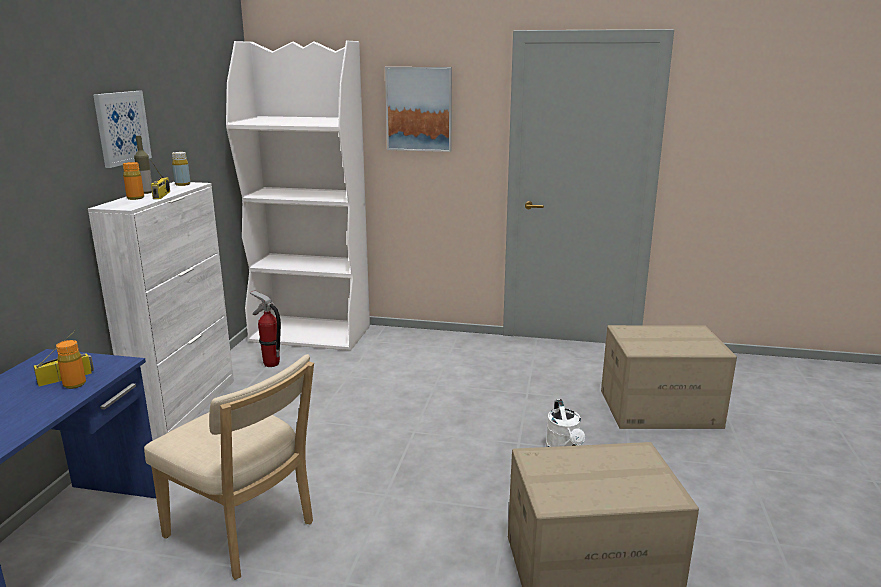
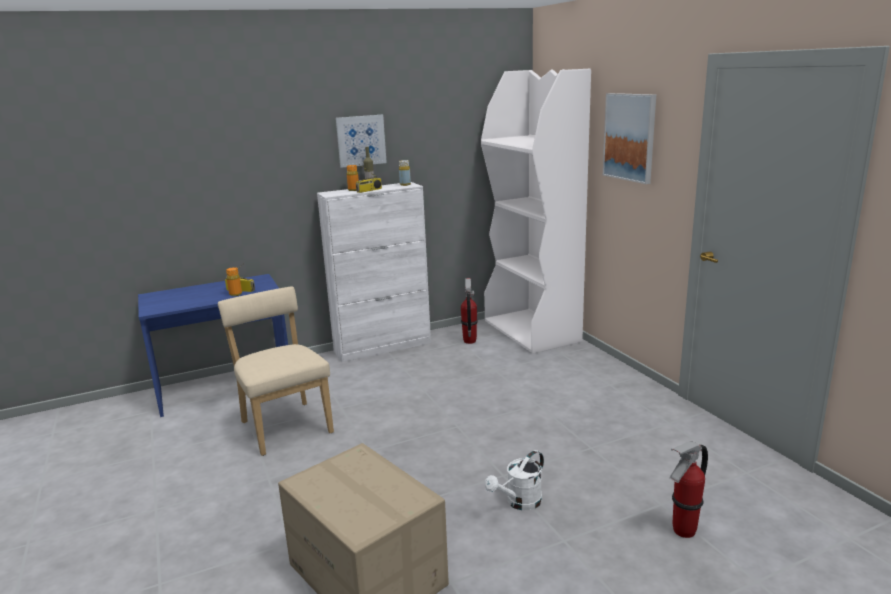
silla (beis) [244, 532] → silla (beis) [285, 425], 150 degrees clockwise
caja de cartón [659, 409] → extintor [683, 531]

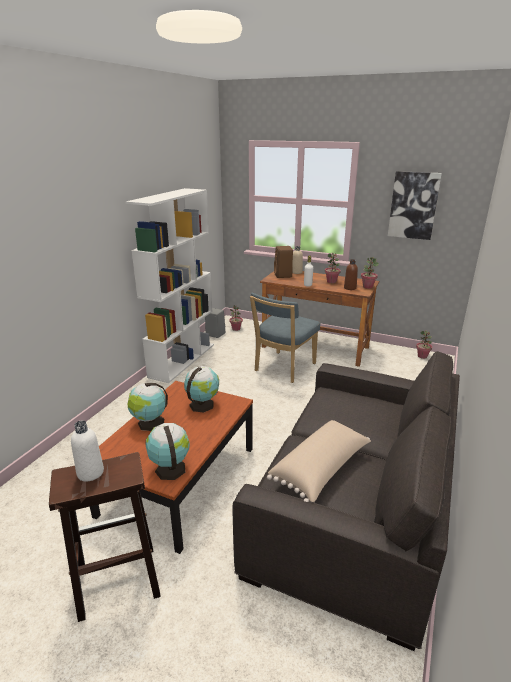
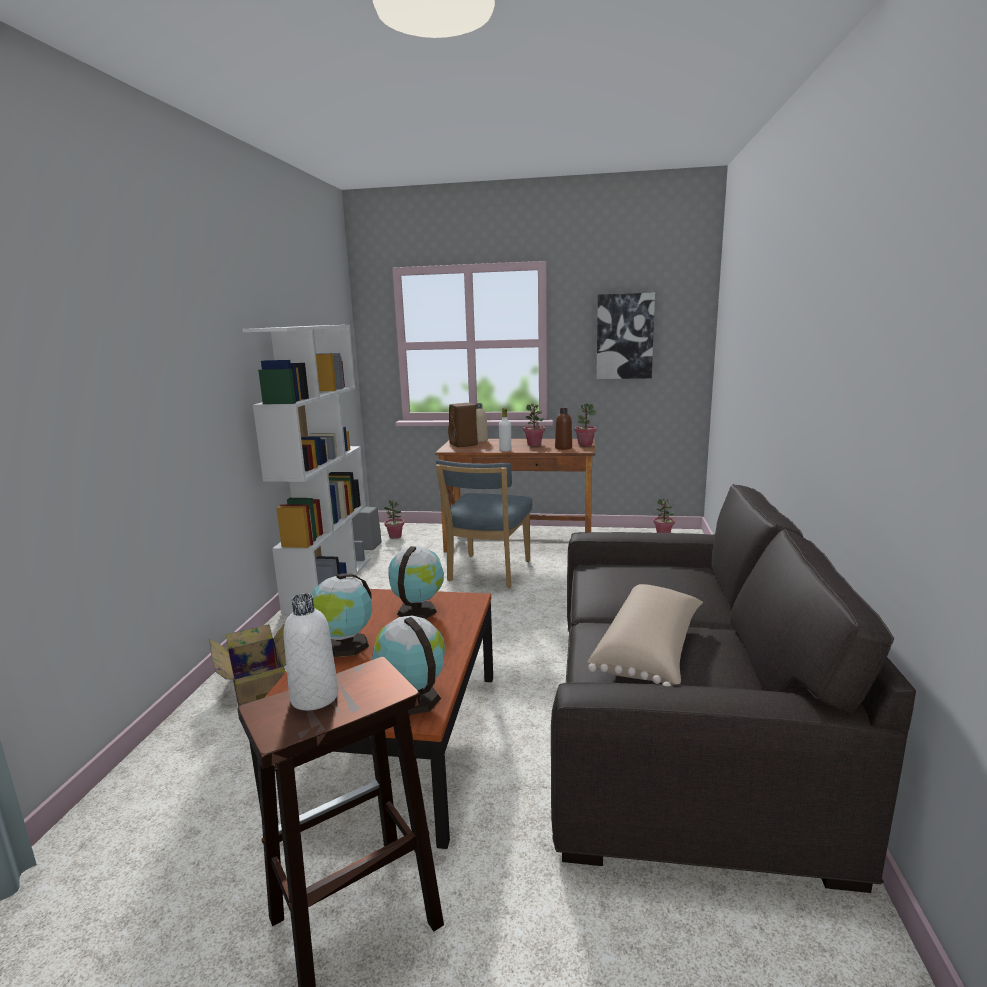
- → caja de cartón [259, 681]

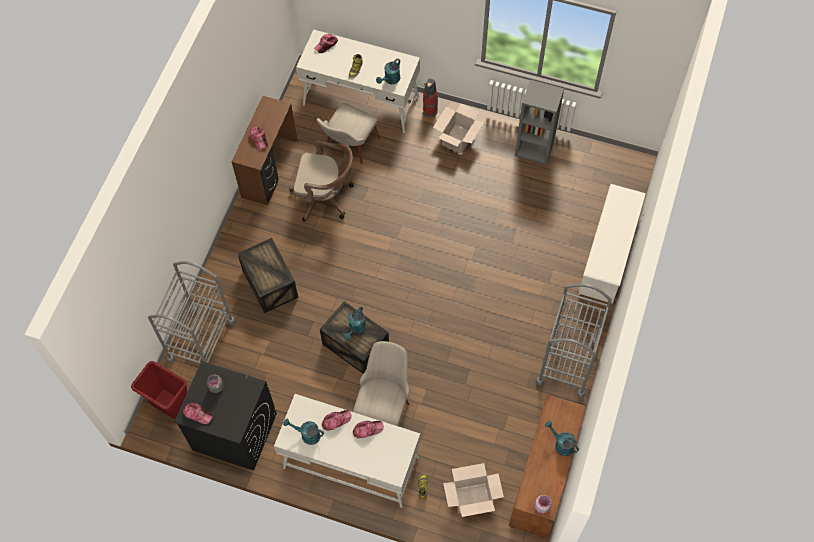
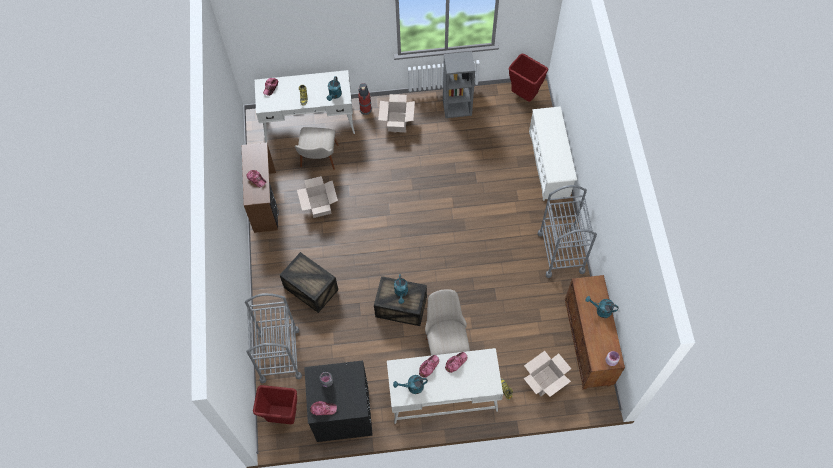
silla de oficina (marrón) [325, 197] → caja de cartón [320, 205]
- → papelera (rojo) [524, 96]

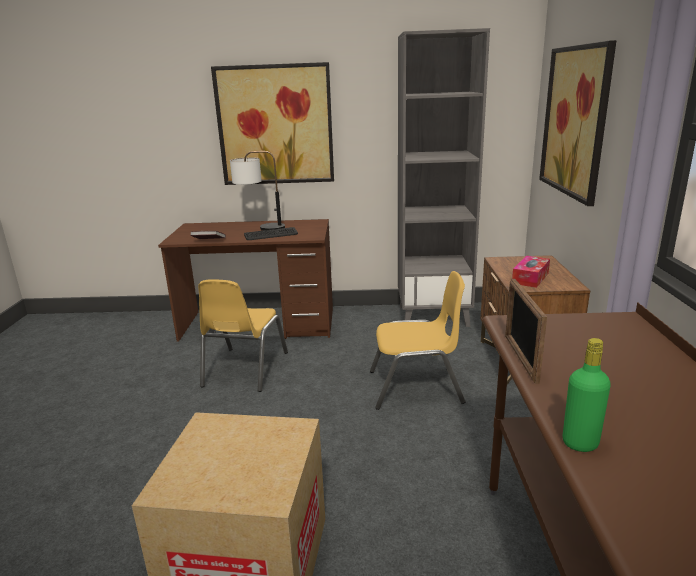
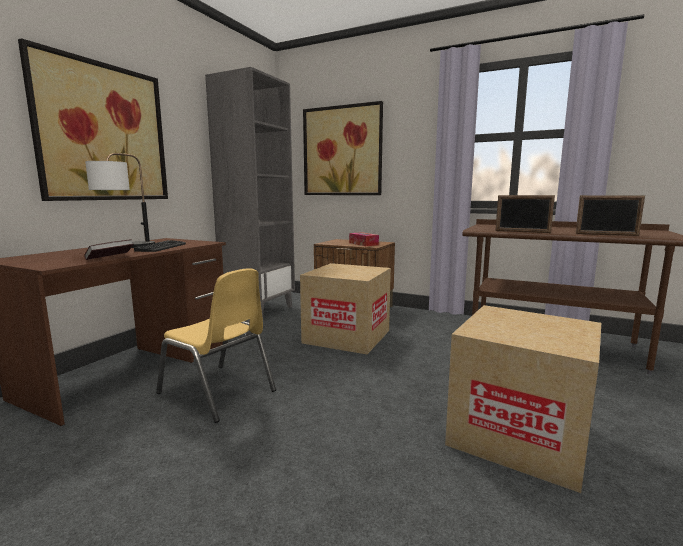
silla (amarillo) [416, 387] → caja de cartón [347, 336]
botella (verde) [580, 443] → portarretratos [606, 235]

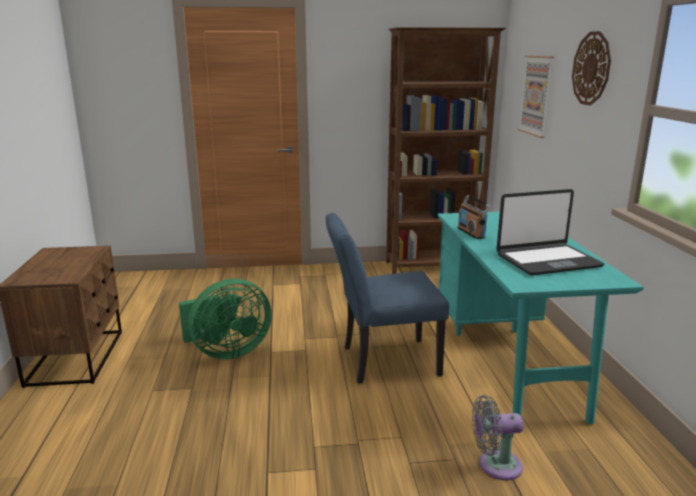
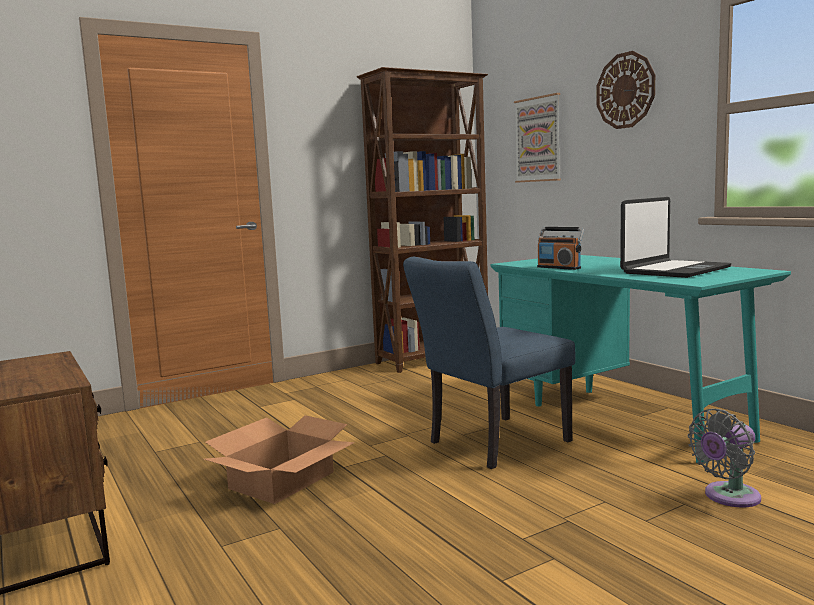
ventilador (verde) [227, 352] → caja de cartón [282, 480]

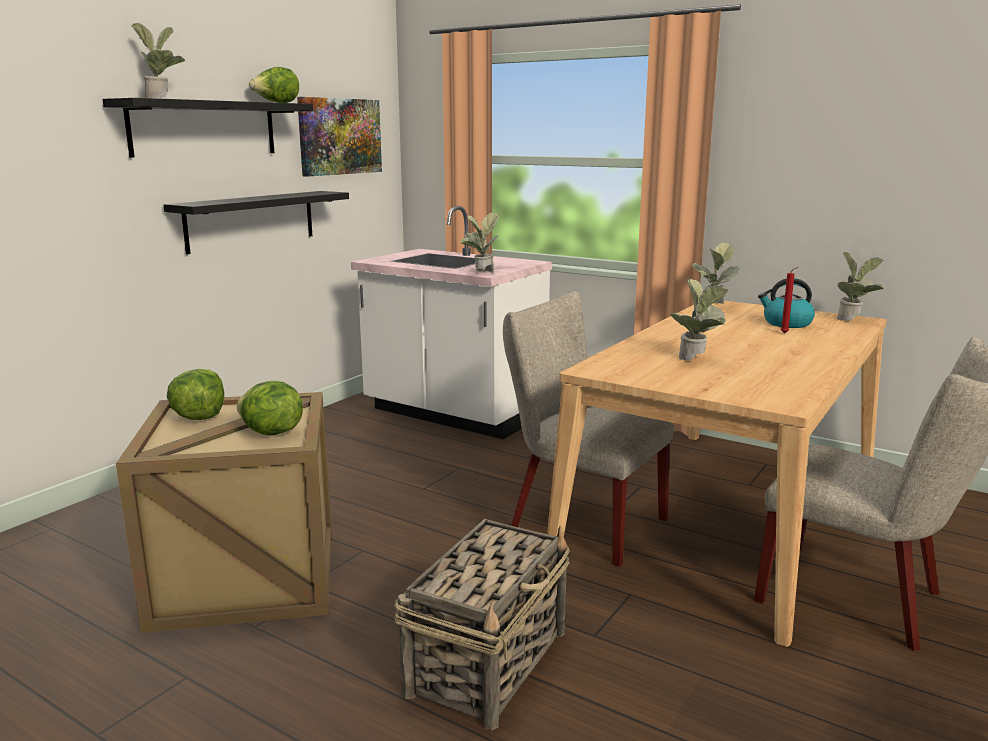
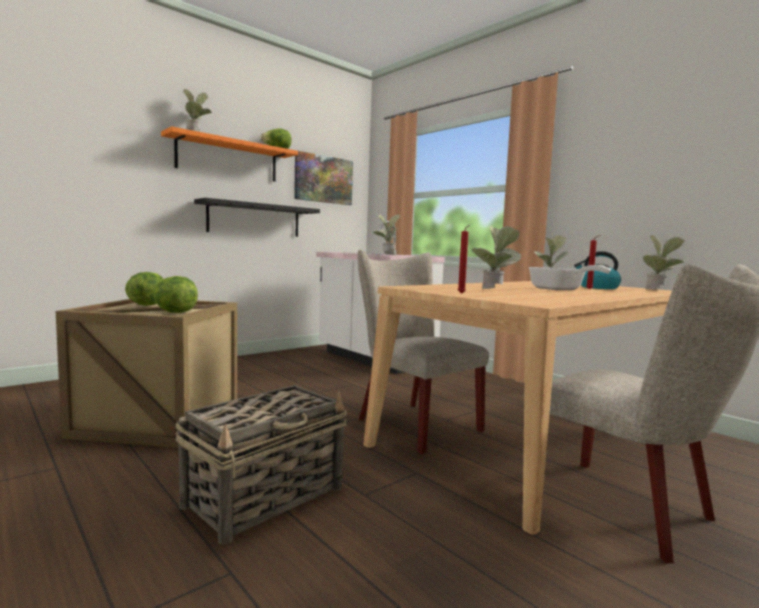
estante (negro) [204, 128] → estante (naranja) [228, 159]
- → vela (rojo) [462, 293]
- → sartén [560, 289]

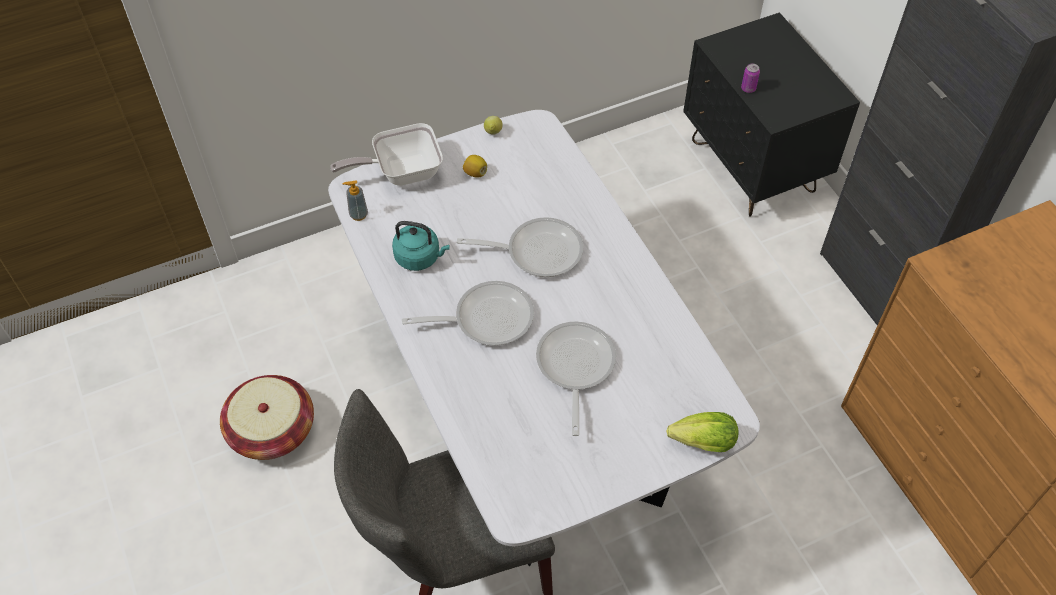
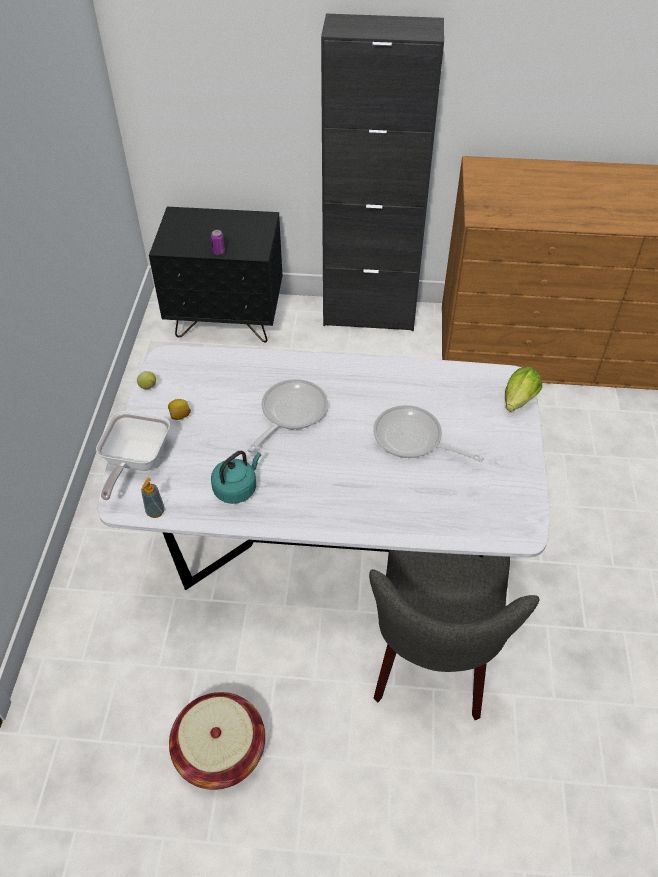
sartén [486, 318] → -

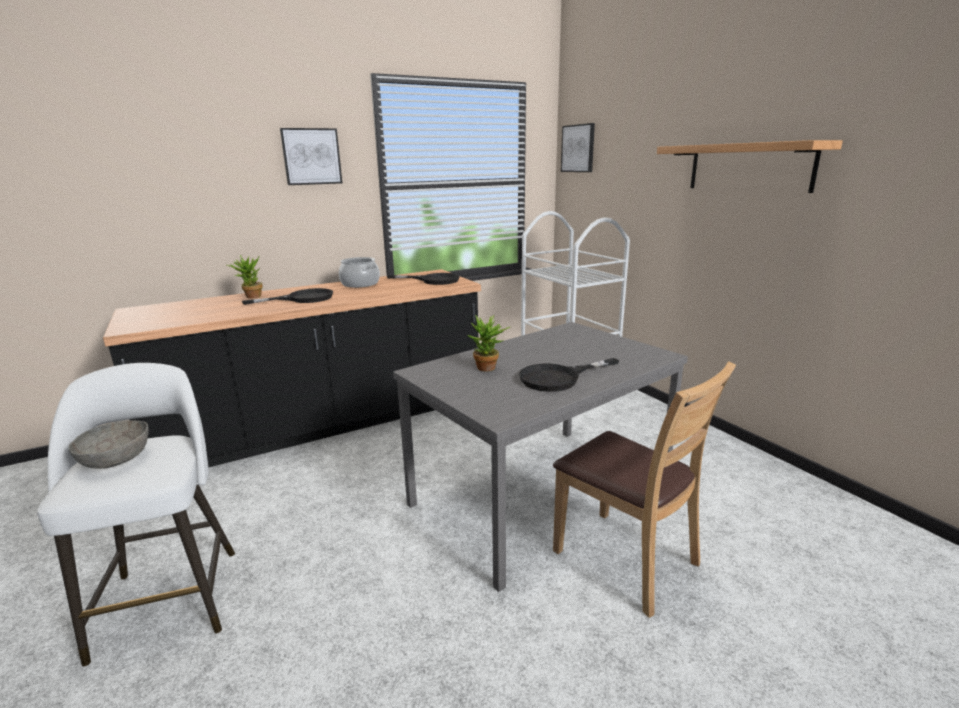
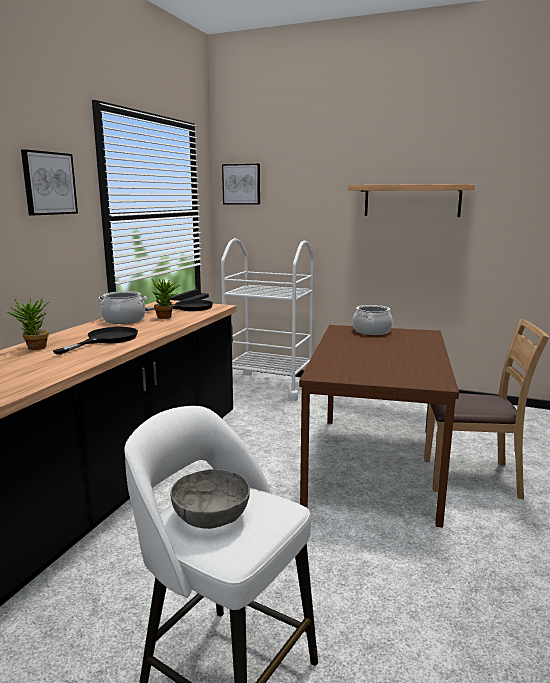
planta en maceta [488, 369] → planta en maceta [167, 317], moved
mesa de comedor (gris) [540, 495] → mesa de comedor (marrón) [375, 465]
- → olla [371, 331]
sartén (negro) [558, 378] → -

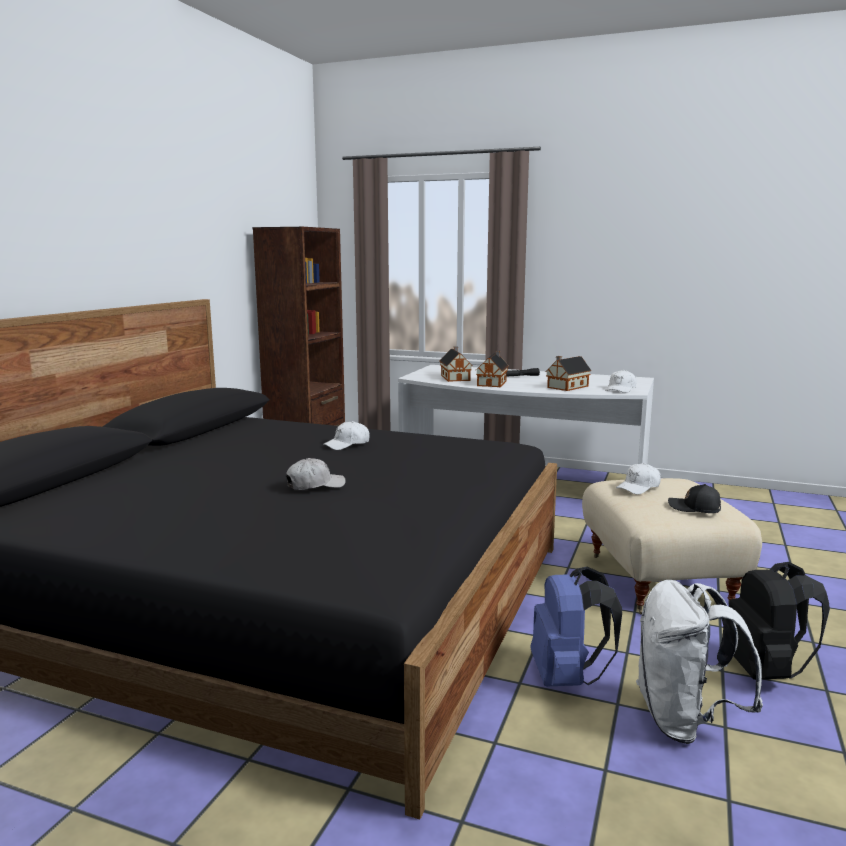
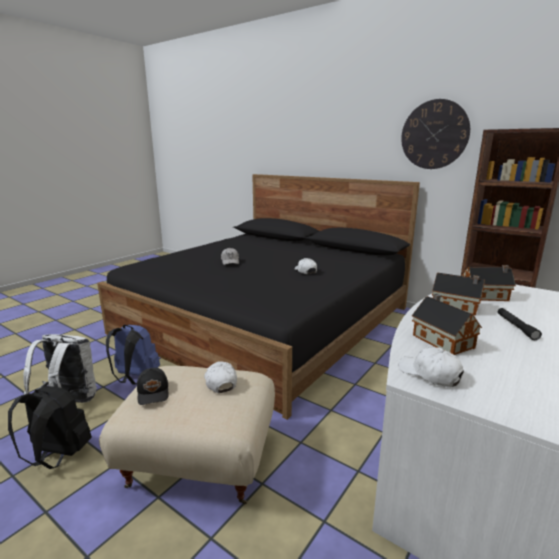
gorra (negro) [694, 508] → gorra (negro) [154, 392], 120 degrees clockwise
- → reloj de pared [434, 135]

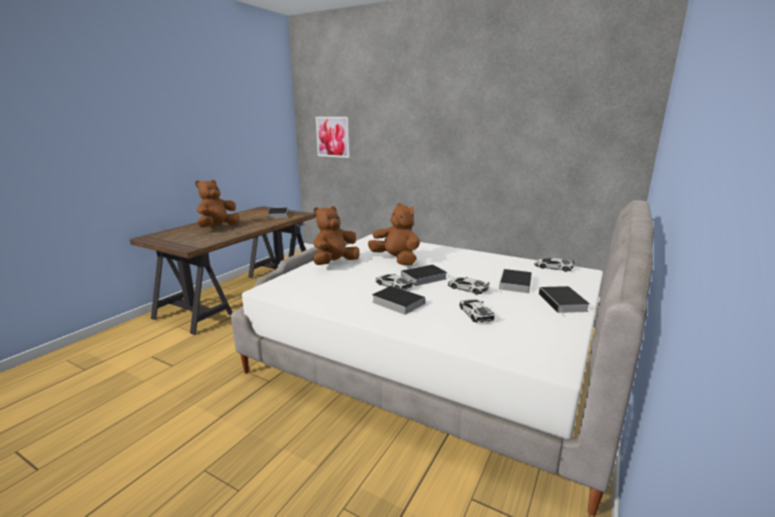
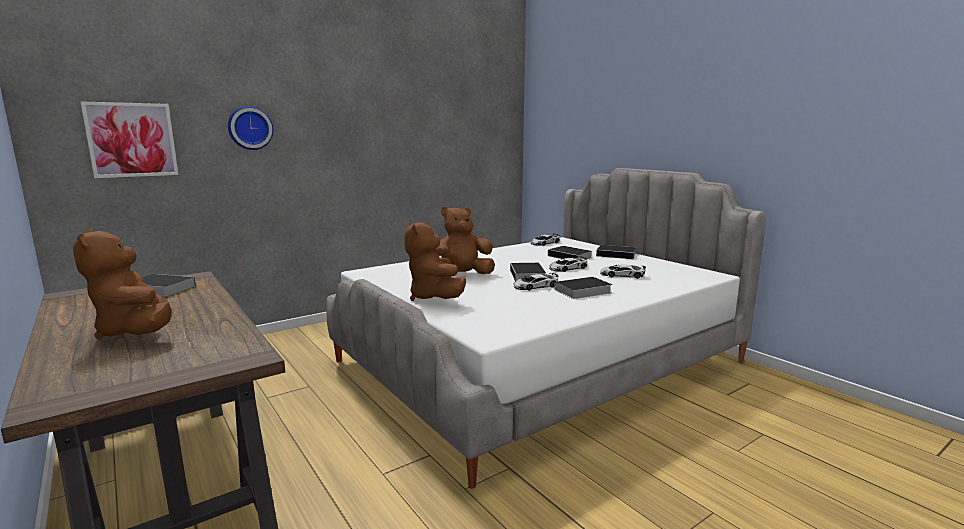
- → reloj de pared [250, 128]

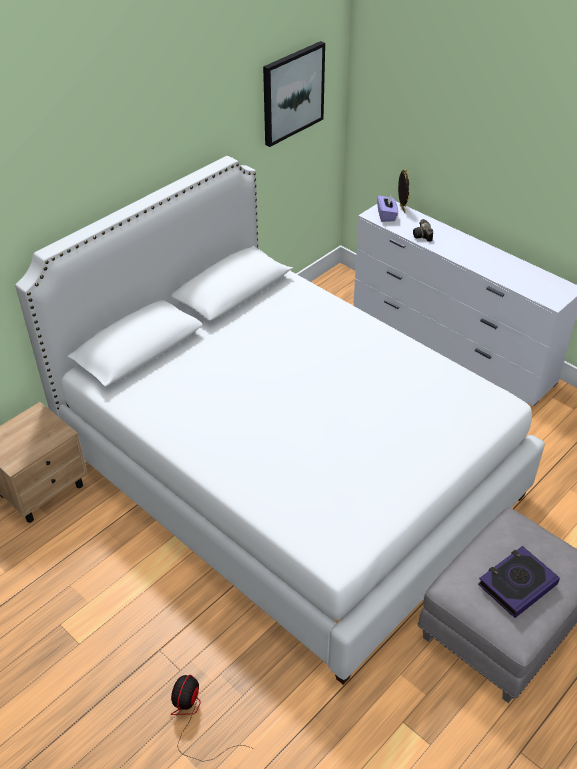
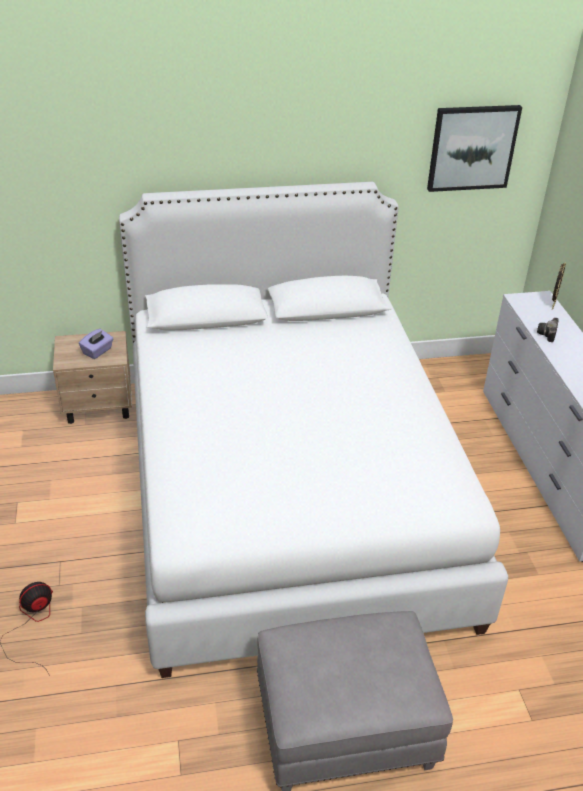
caja de pañuelos (morado) [386, 215] → caja de pañuelos (morado) [97, 351], moved
libro [517, 584] → -

